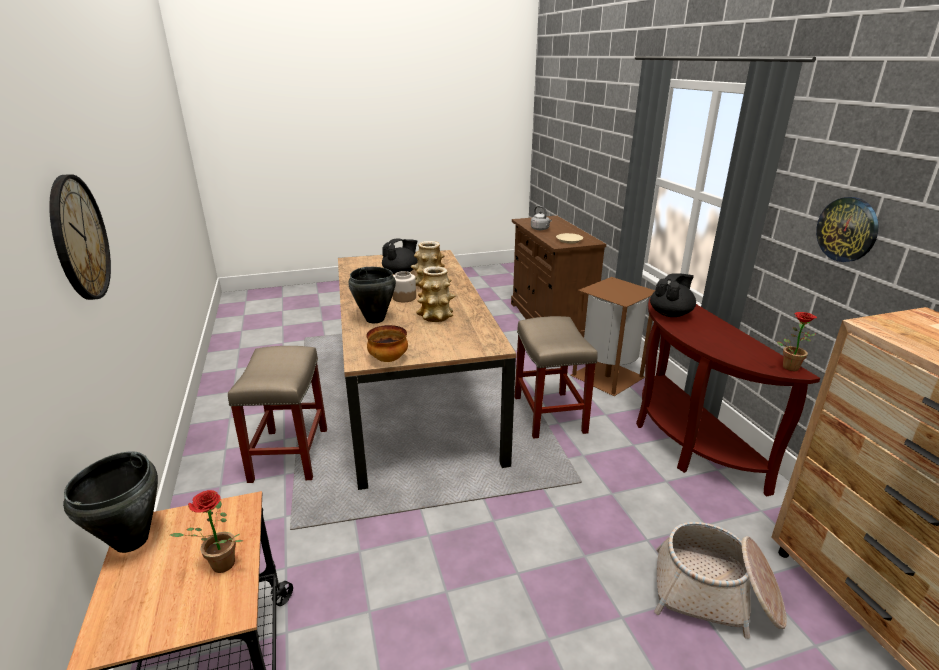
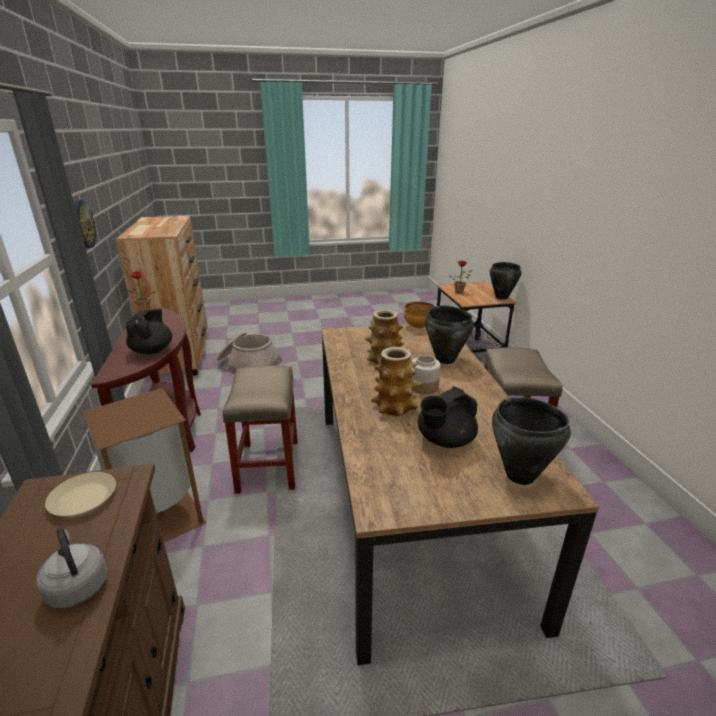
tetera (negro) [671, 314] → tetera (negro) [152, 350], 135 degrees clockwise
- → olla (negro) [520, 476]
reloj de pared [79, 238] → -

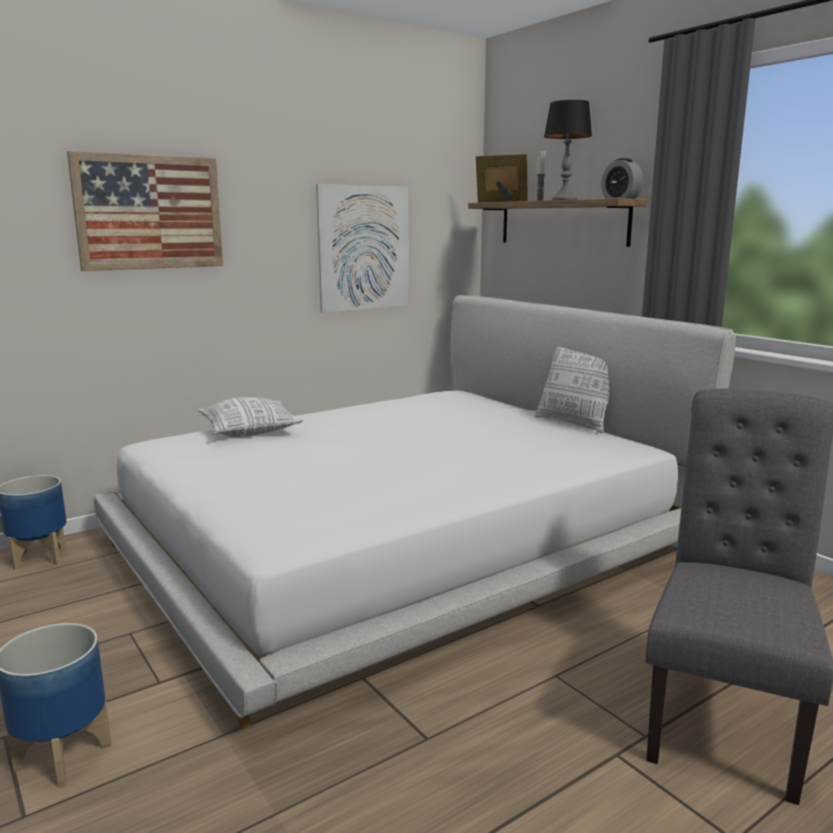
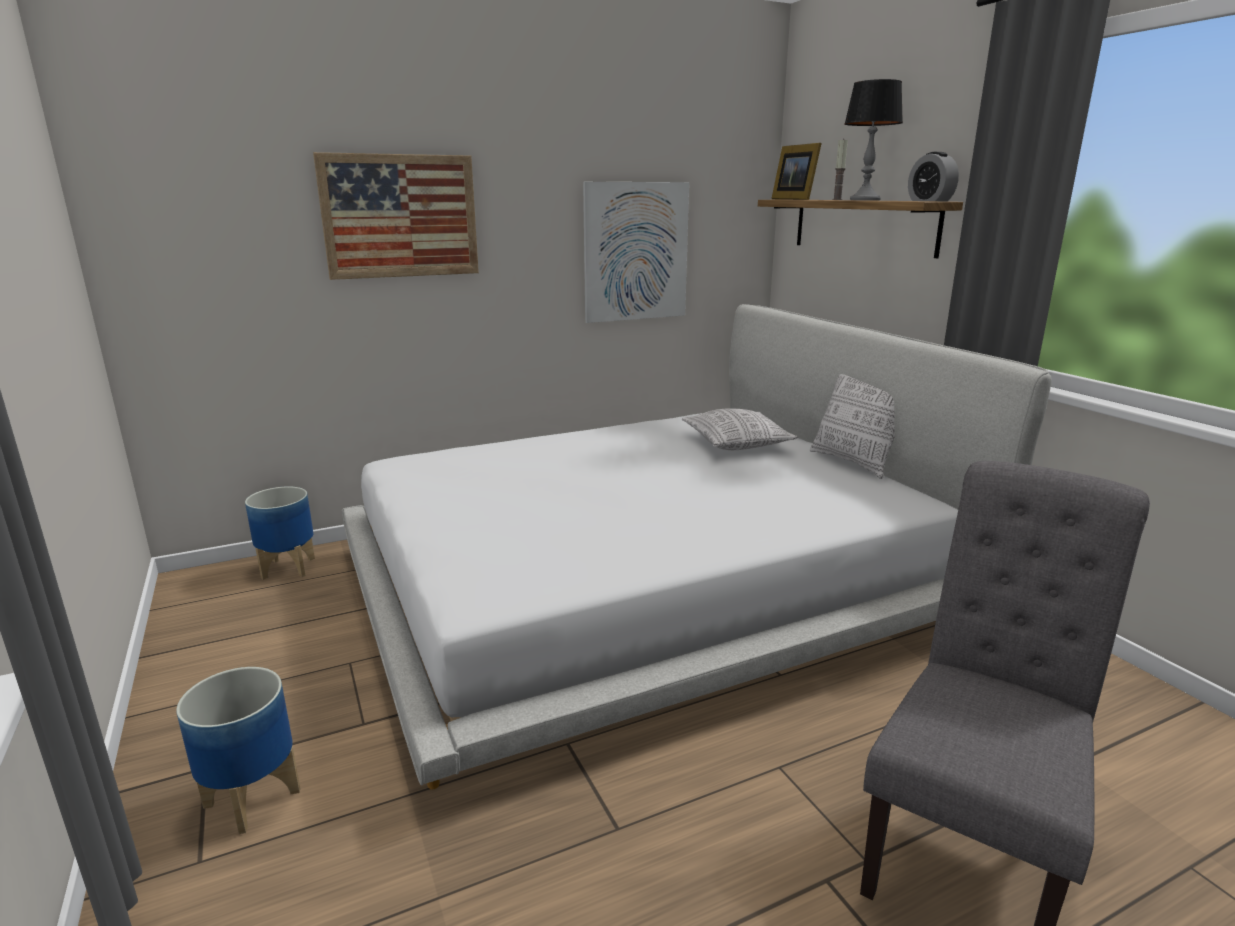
cojín [250, 431] → cojín [737, 444], moved
portarretratos [501, 201] → portarretratos [795, 199], 150 degrees counterclockwise

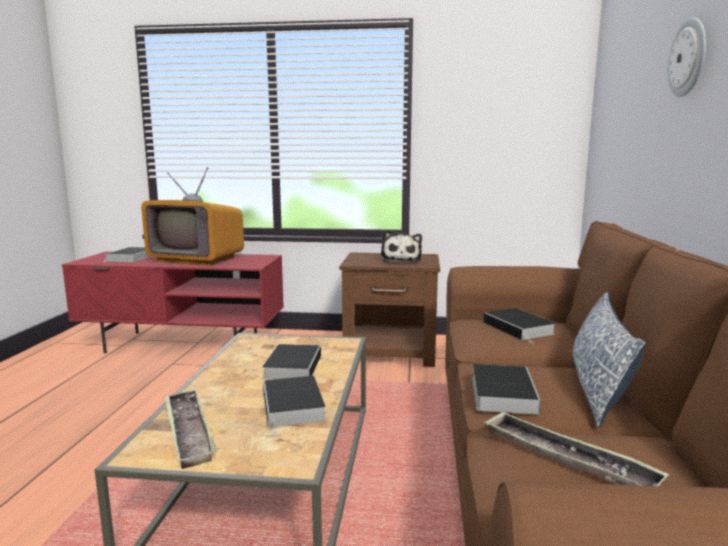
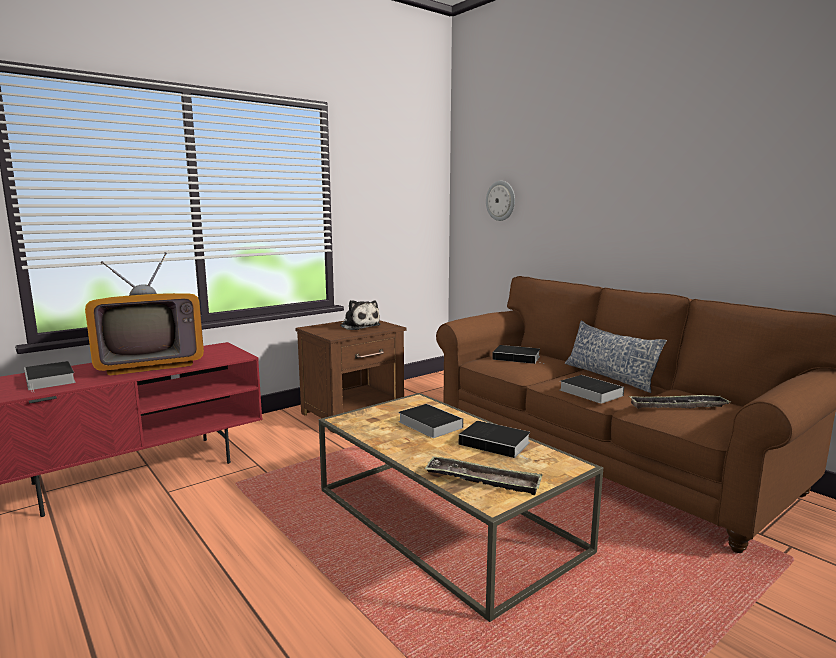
reloj de pared [688, 58] → reloj de pared [501, 200], moved

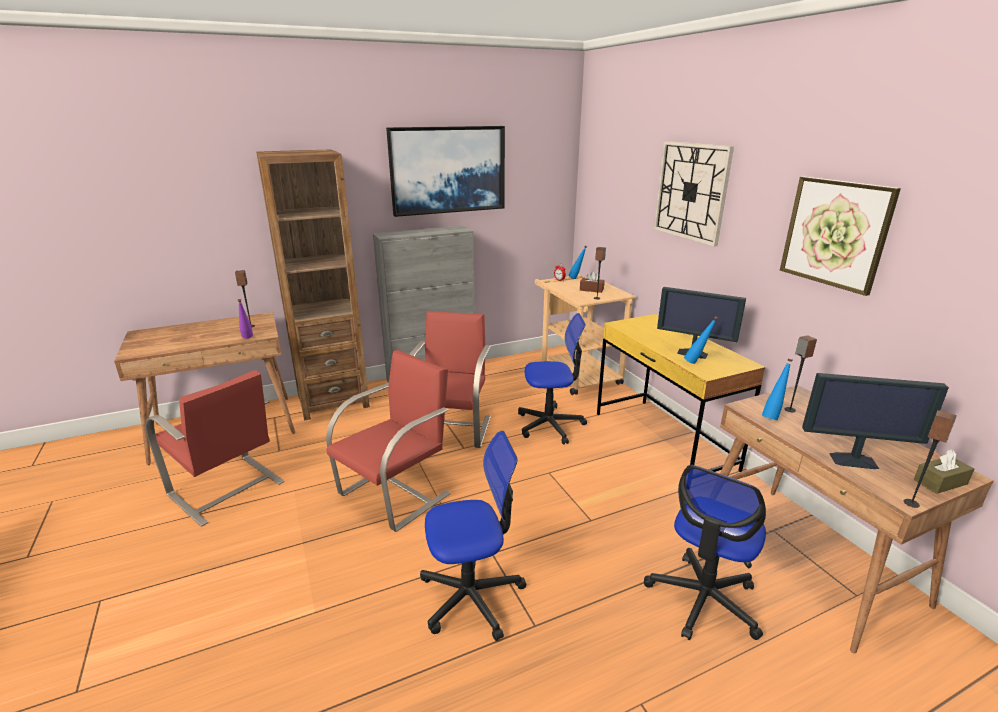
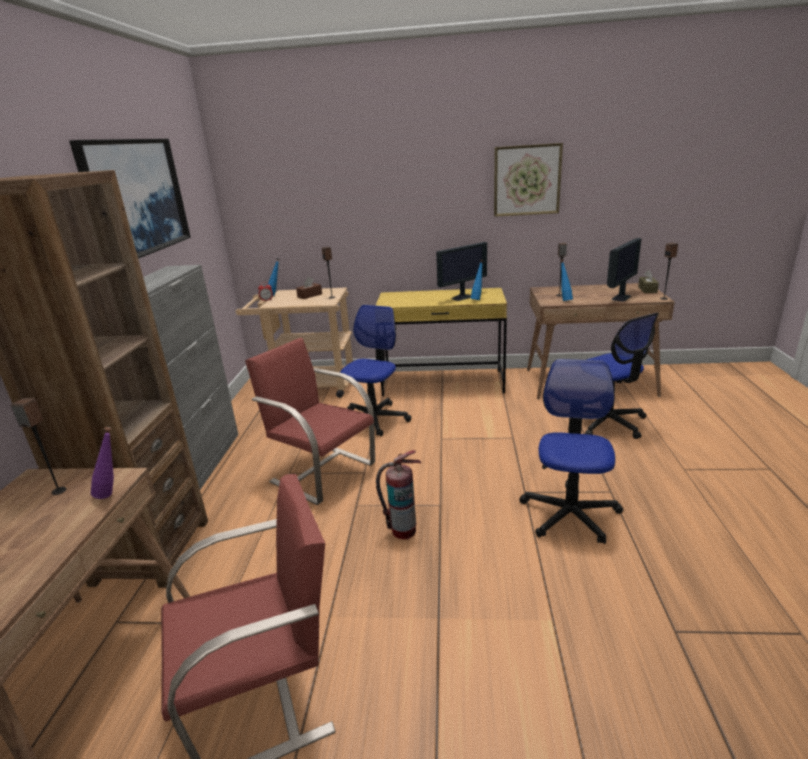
silla (rojo) [396, 493] → extintor [403, 530]
reloj de pared [691, 191] → -

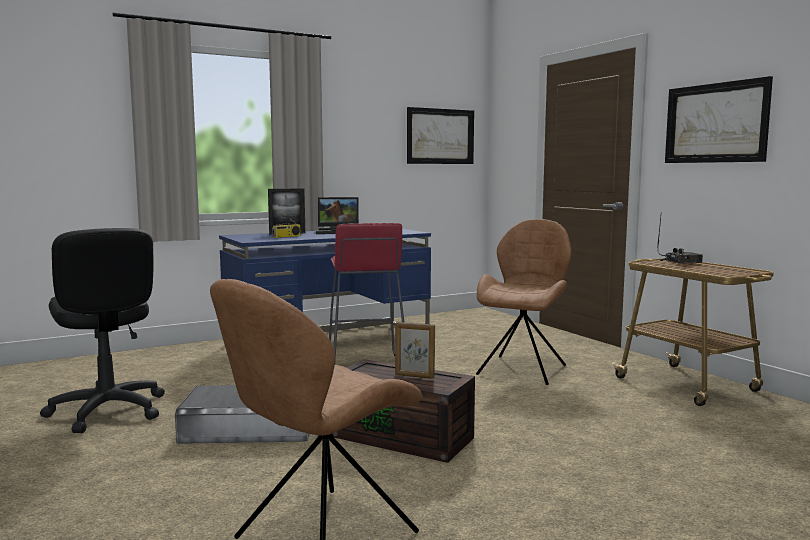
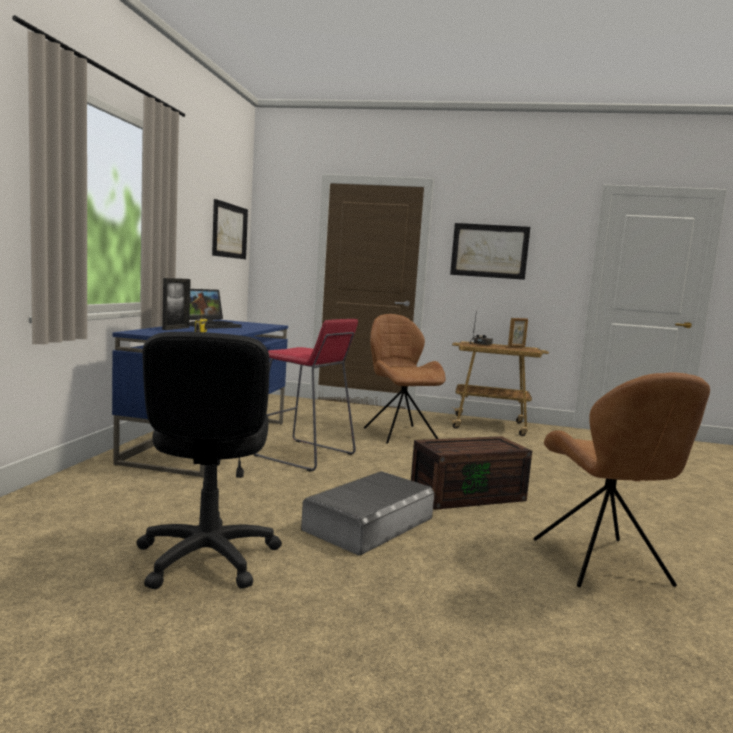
silla de oficina (negro) [107, 411] → silla de oficina (negro) [206, 557], 75 degrees clockwise
portarretratos [414, 376] → portarretratos [516, 346], moved

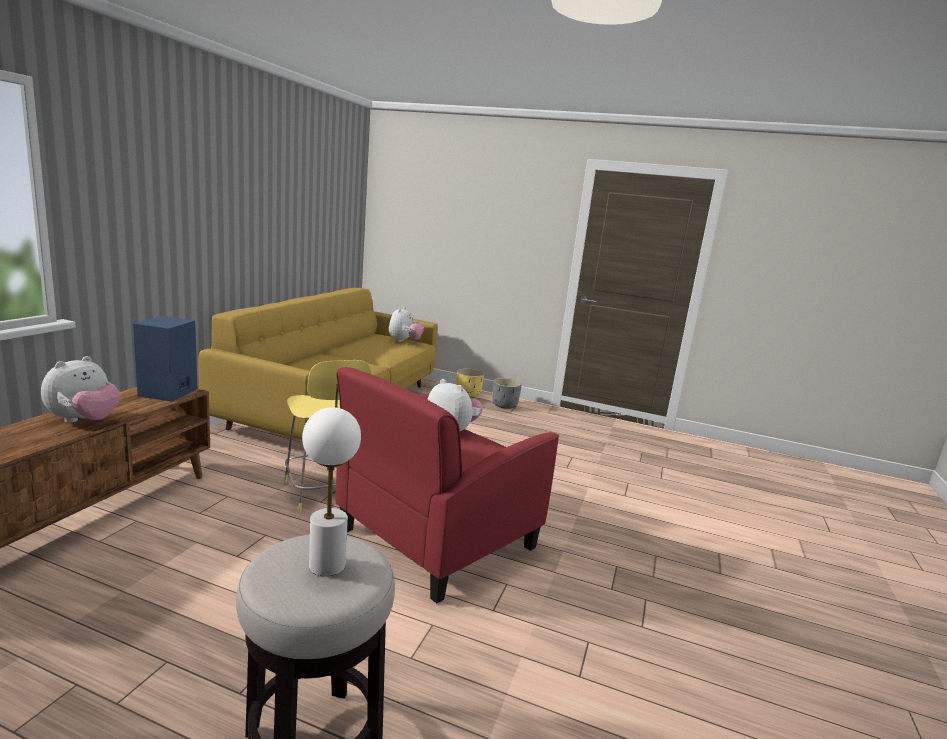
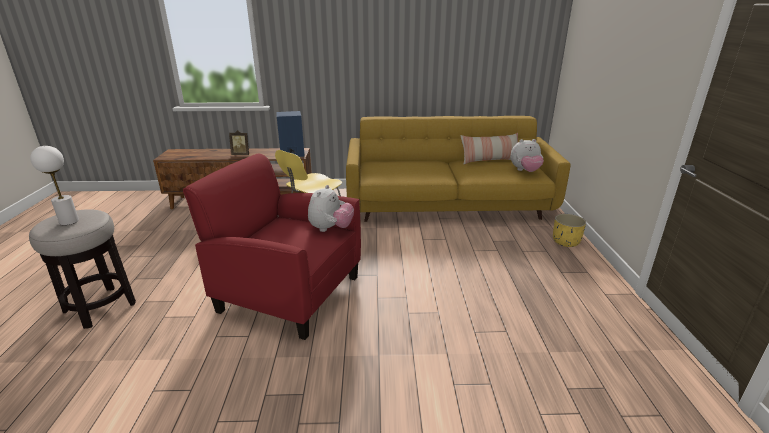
peluche [84, 421] → portarretratos [241, 154]
- → cojín [490, 160]
maceta (gris) [505, 405] → -

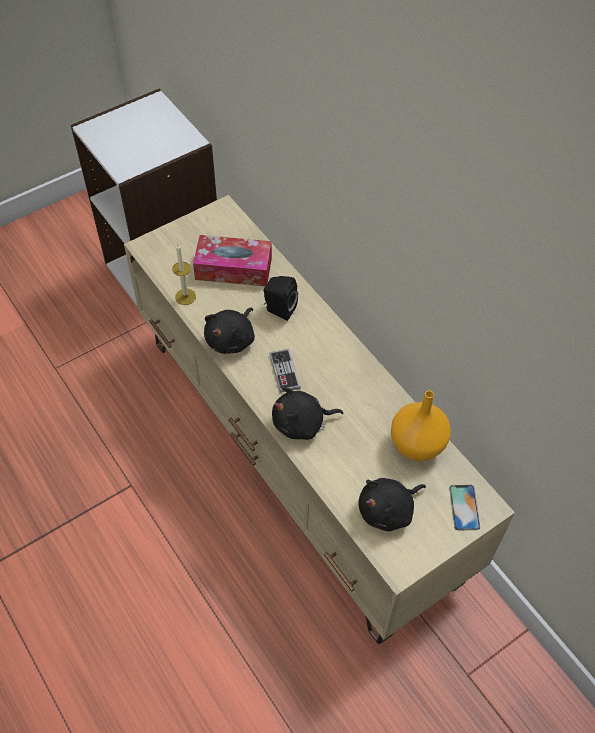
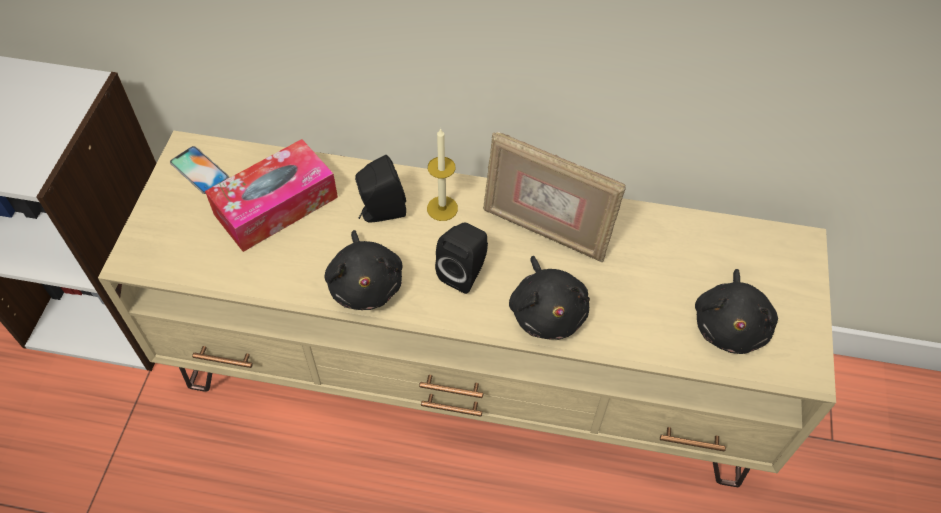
móvil [464, 507] → móvil [199, 170], moved
vela [185, 296] → vela [442, 208], moved
mando de consola [284, 371] → altavoz (negro) [464, 272]
- → portarretratos [545, 231]
peluche (negro) [302, 423] → peluche (negro) [547, 312], 45 degrees counterclockwise
florero (naranja) [416, 444] → -

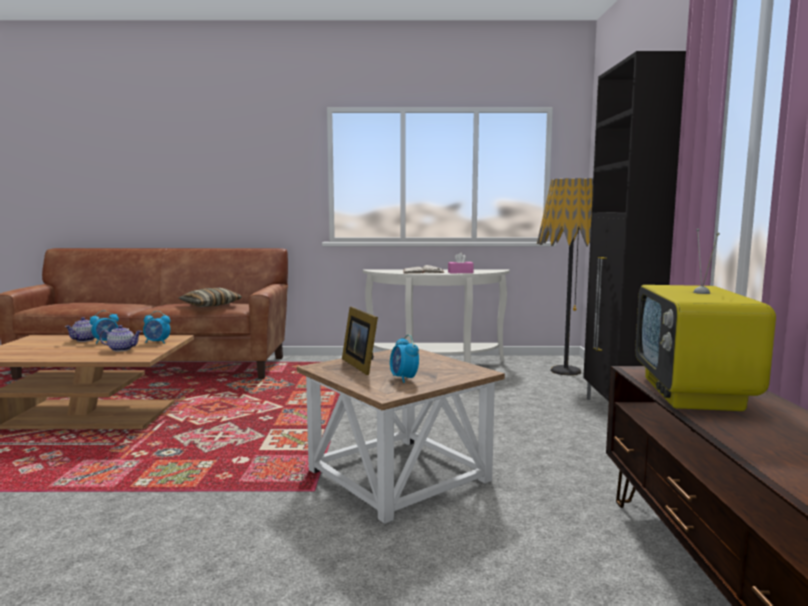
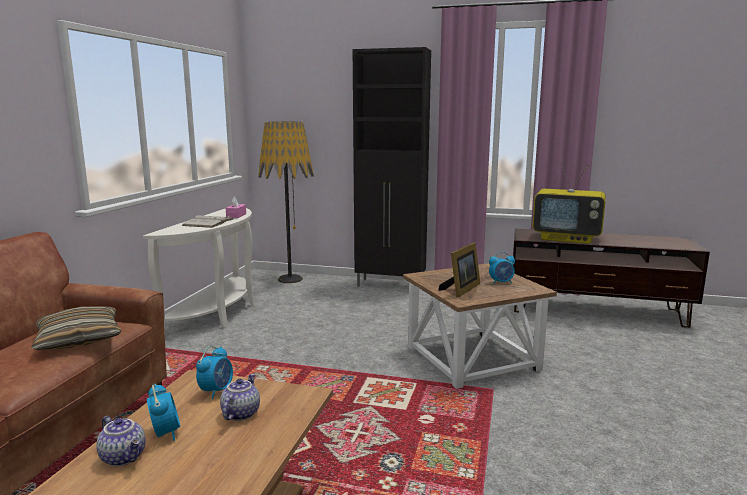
portarretratos [362, 365] → portarretratos [461, 289], 45 degrees counterclockwise

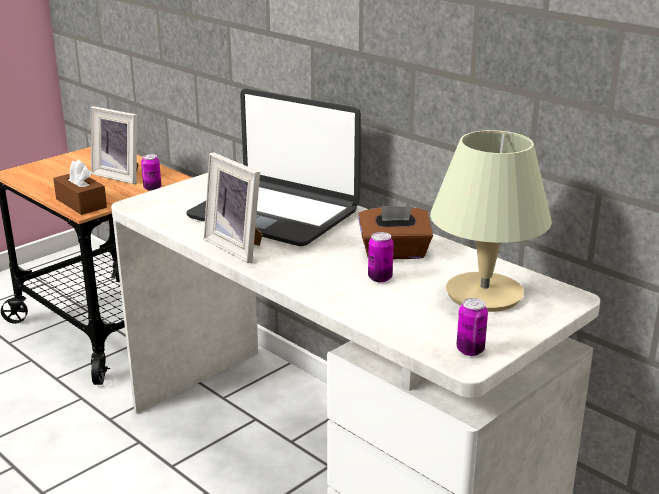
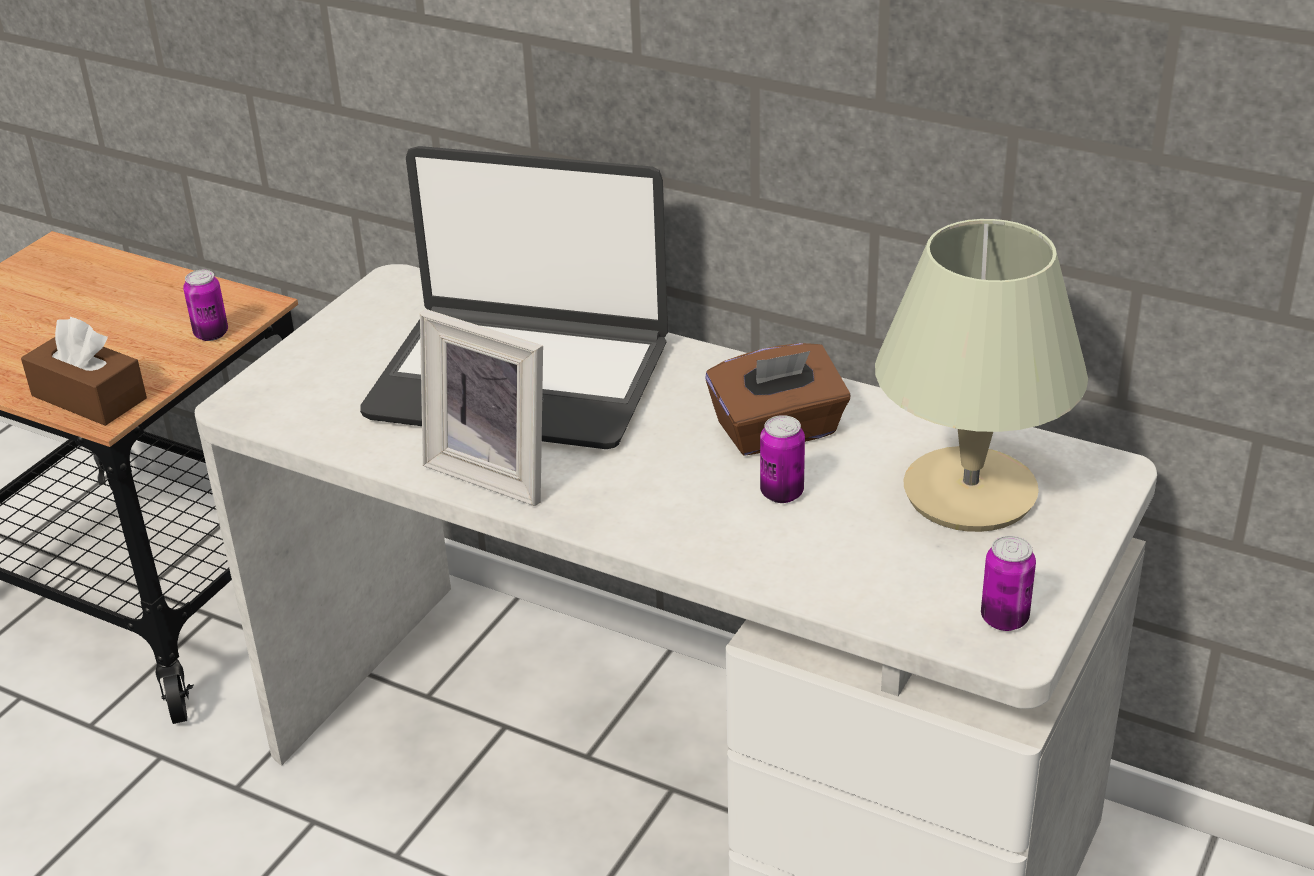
portarretratos [120, 176] → -

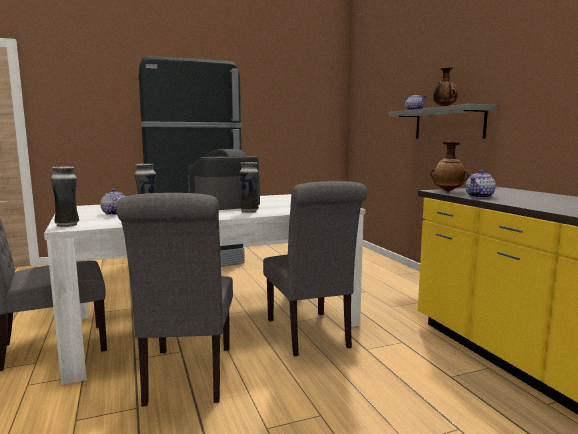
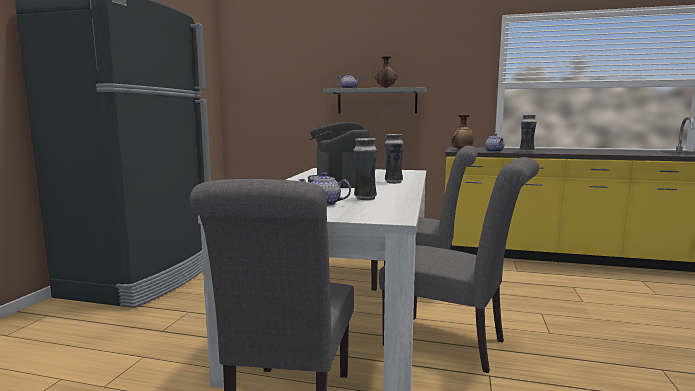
florero [68, 225] → florero [526, 152], moved

